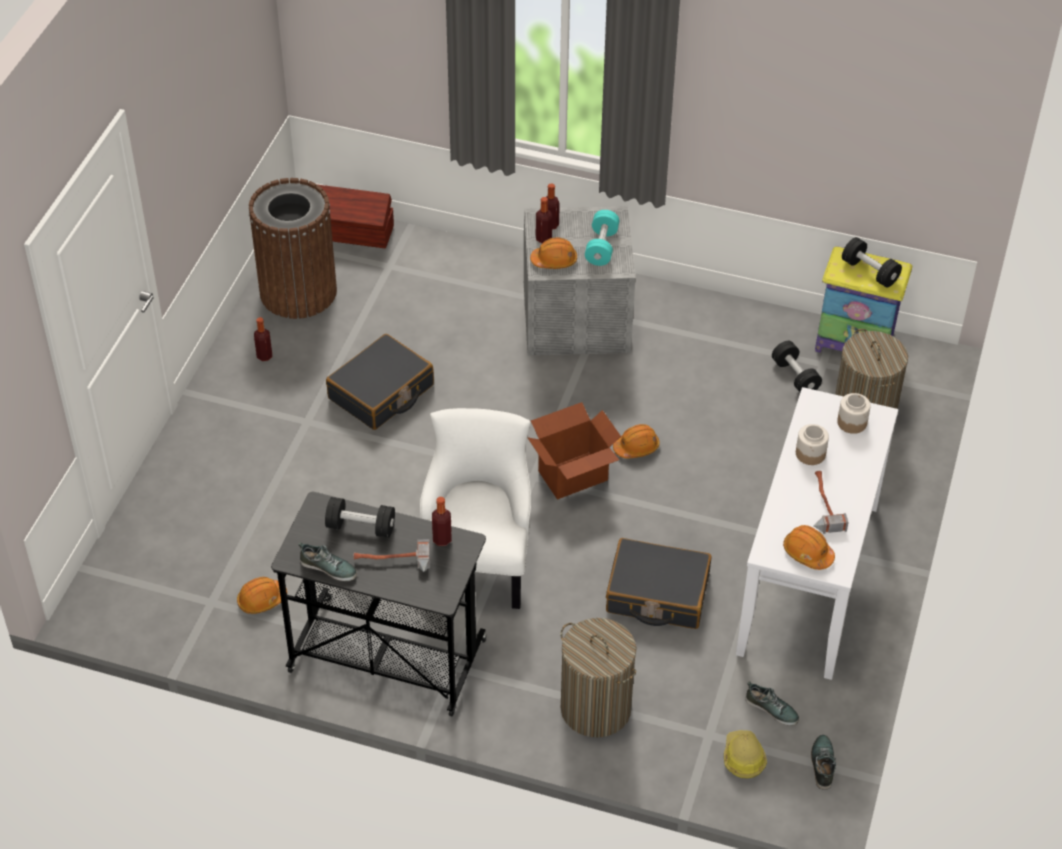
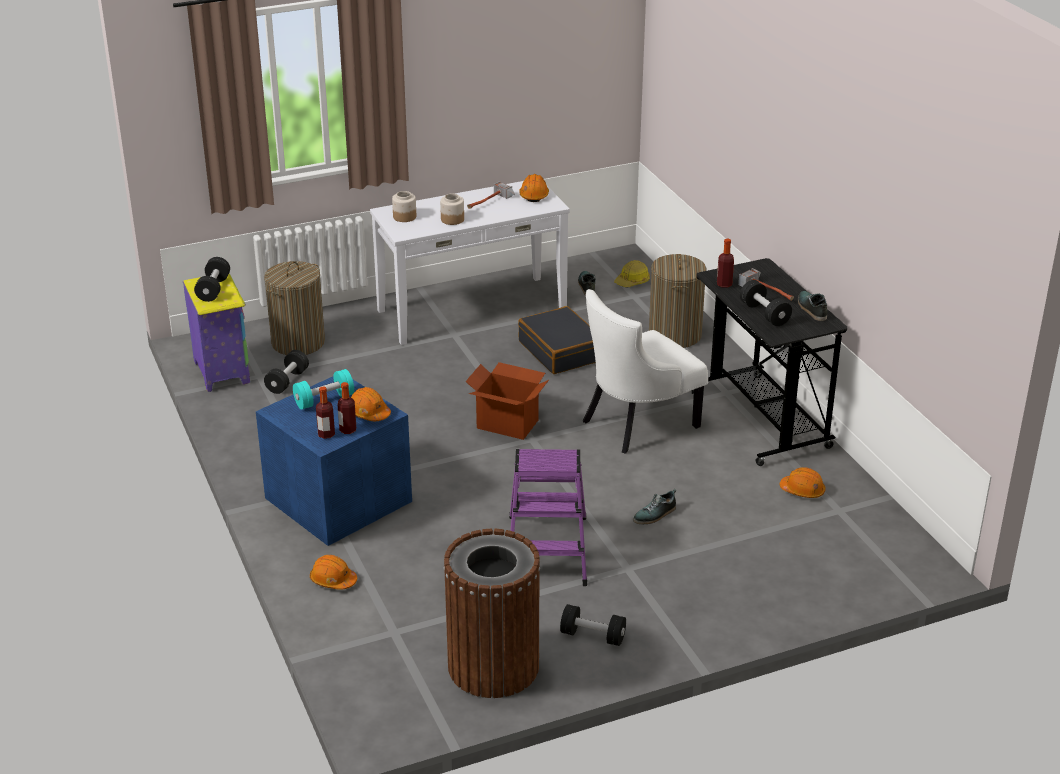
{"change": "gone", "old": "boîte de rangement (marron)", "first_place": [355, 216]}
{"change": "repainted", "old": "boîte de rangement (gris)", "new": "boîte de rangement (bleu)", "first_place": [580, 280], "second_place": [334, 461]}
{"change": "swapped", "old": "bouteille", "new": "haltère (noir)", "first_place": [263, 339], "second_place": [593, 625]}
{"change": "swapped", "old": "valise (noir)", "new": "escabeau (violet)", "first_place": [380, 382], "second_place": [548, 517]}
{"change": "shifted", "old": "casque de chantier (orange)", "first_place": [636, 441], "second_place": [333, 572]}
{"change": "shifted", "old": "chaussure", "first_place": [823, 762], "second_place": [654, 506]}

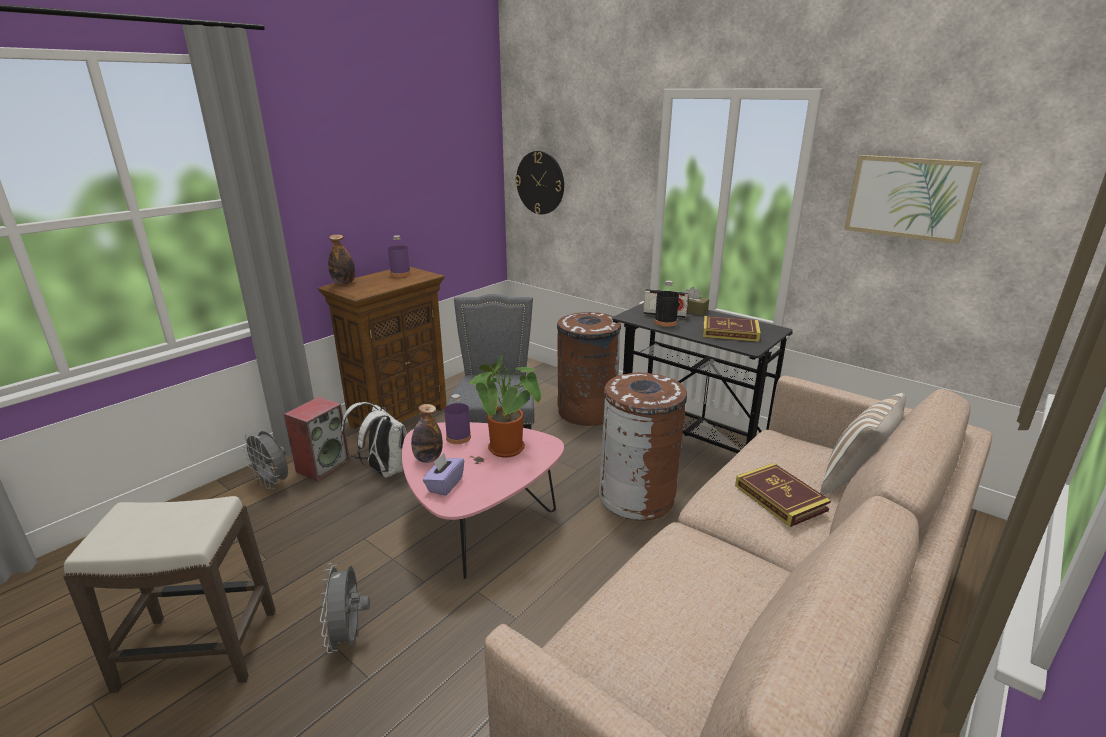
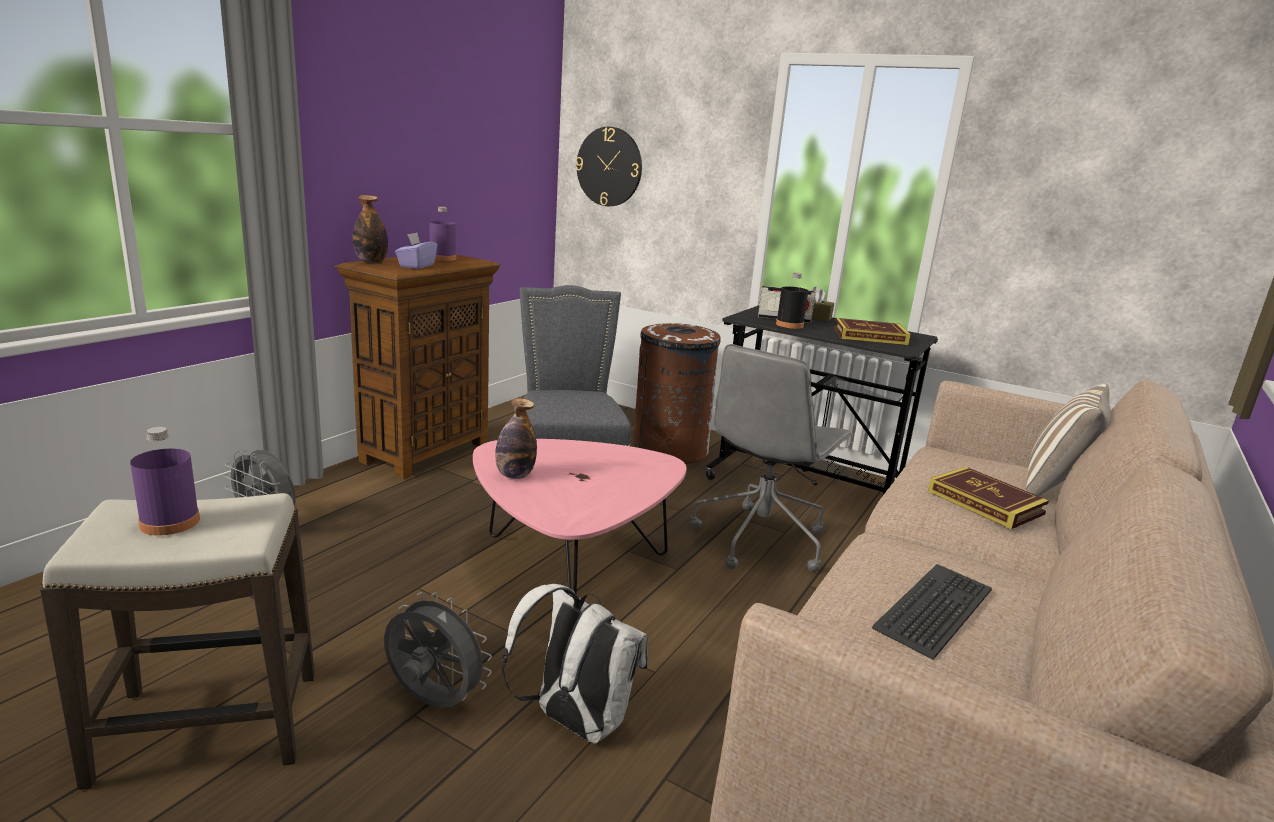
{"change": "gone", "old": "tableau", "first_place": [913, 199]}
{"change": "gone", "old": "plante en pot", "first_place": [504, 406]}
{"change": "swapped", "old": "poubelle (marron)", "new": "chaise de bureau (gris)", "first_place": [643, 447], "second_place": [771, 458]}
{"change": "shifted", "old": "bouteille (violet)", "first_place": [457, 419], "second_place": [165, 481]}
{"change": "gone", "old": "enceinte", "first_place": [317, 439]}
{"change": "shifted", "old": "sac à dos (blanc)", "first_place": [374, 440], "second_place": [575, 664]}
{"change": "shifted", "old": "boîte à mouchoirs (violet)", "first_place": [443, 474], "second_place": [416, 250]}
{"change": "rotated", "old": "ventilateur (gris)", "first_place": [345, 608], "second_place": [438, 650], "degrees": 135}
{"change": "new", "new": "clavier", "second_place": [932, 612]}

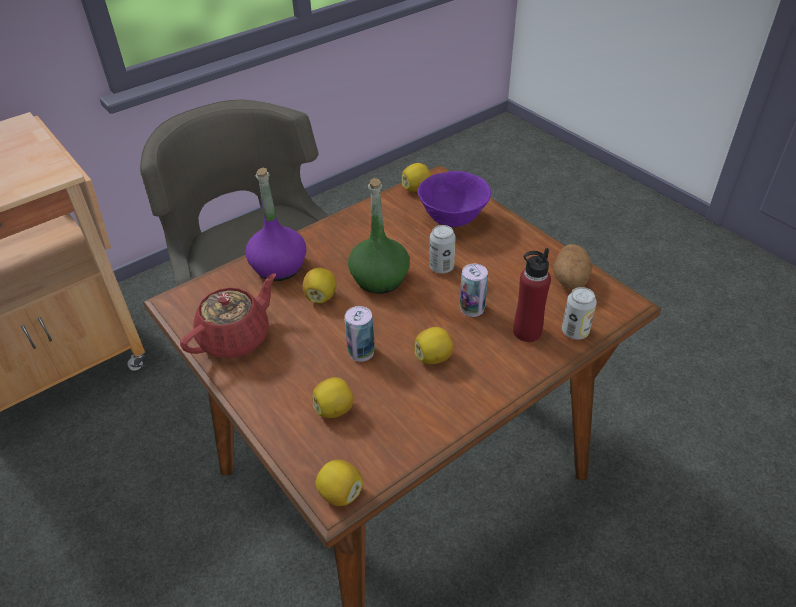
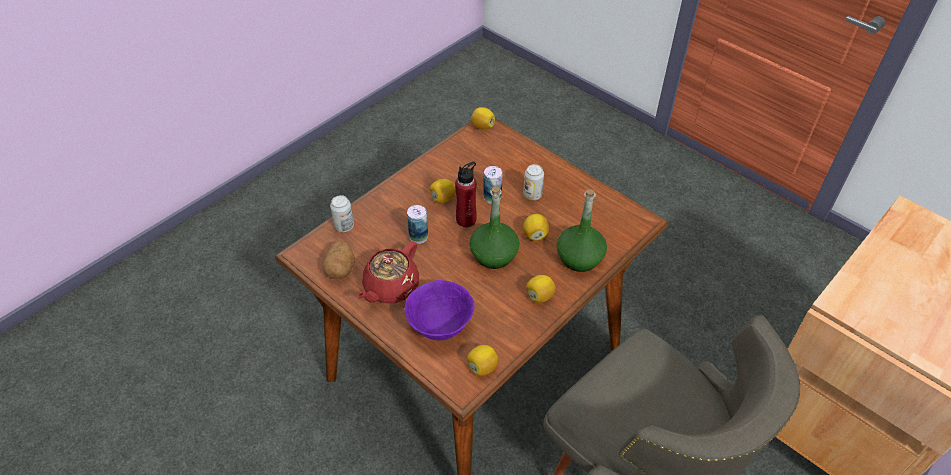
{"change": "repainted", "old": "bouteille (violet)", "new": "bouteille (vert)", "first_place": [276, 224], "second_place": [582, 230]}
{"change": "shifted", "old": "boîte métallique", "first_place": [442, 249], "second_place": [533, 182]}
{"change": "shifted", "old": "bouteille (rouge)", "first_place": [532, 295], "second_place": [466, 194]}
{"change": "shifted", "old": "théière (rouge)", "first_place": [228, 315], "second_place": [388, 272]}
{"change": "shifted", "old": "citron", "first_place": [333, 397], "second_place": [541, 289]}

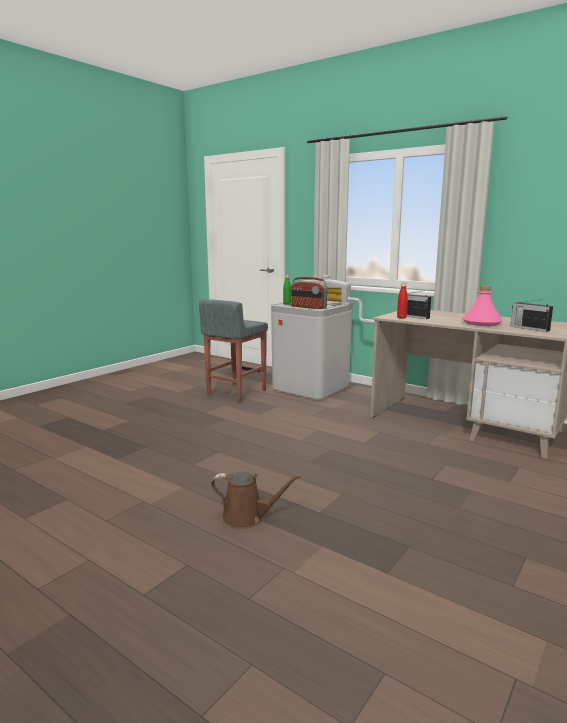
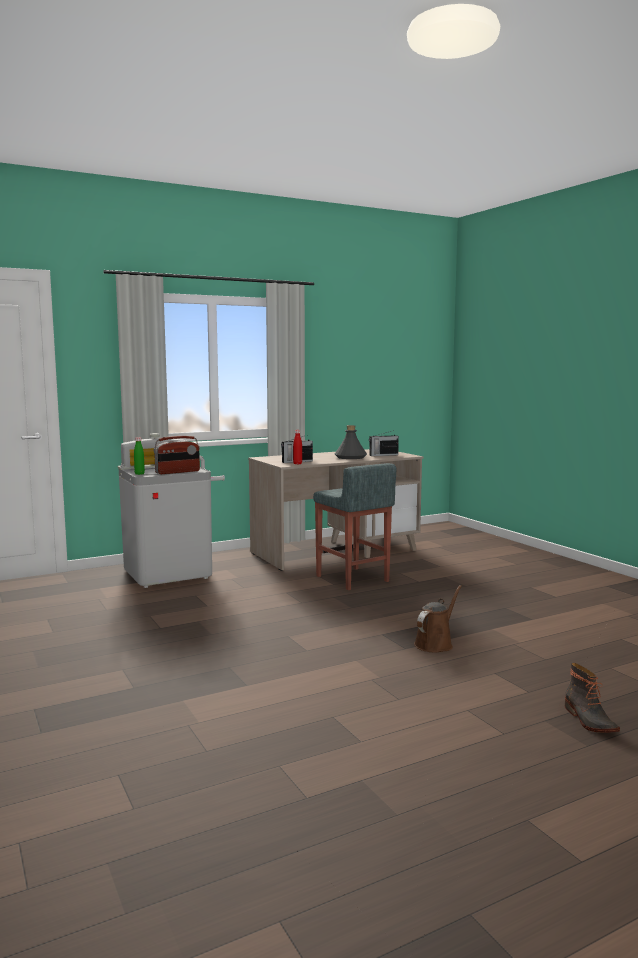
{"change": "repainted", "old": "bouteille (rose)", "new": "bouteille (gris)", "first_place": [482, 306], "second_place": [351, 442]}
{"change": "shifted", "old": "tabouret (gris)", "first_place": [233, 351], "second_place": [354, 526]}
{"change": "new", "new": "botte", "second_place": [592, 698]}

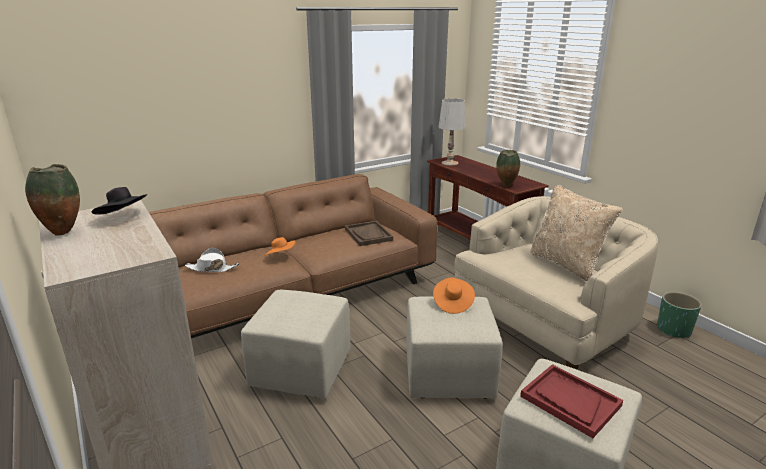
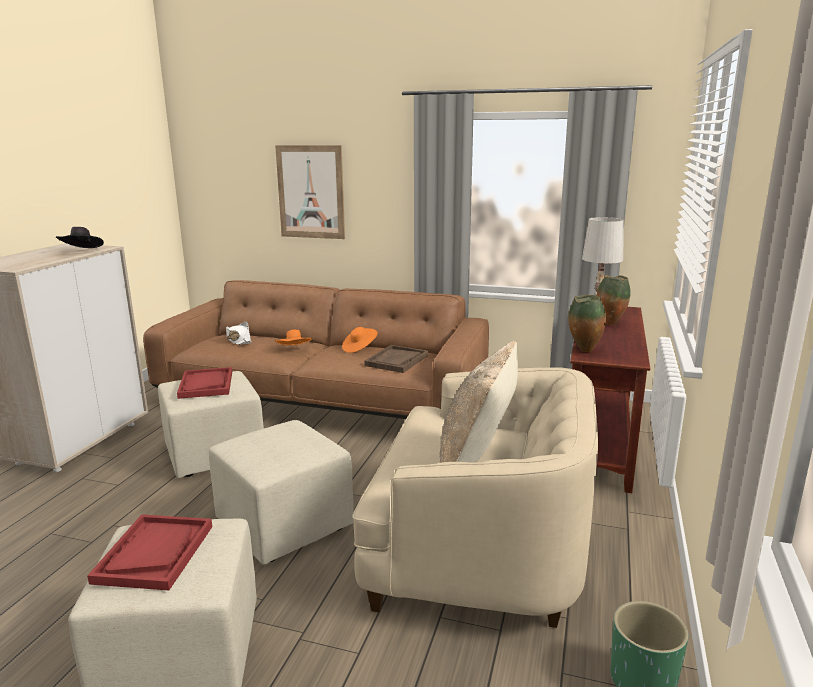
{"change": "shifted", "old": "vase", "first_place": [52, 200], "second_place": [614, 300]}
{"change": "shifted", "old": "chapeau (orange)", "first_place": [454, 296], "second_place": [360, 340]}
{"change": "new", "new": "tableau", "second_place": [310, 192]}
{"change": "new", "new": "plateau (rouge)", "second_place": [204, 383]}

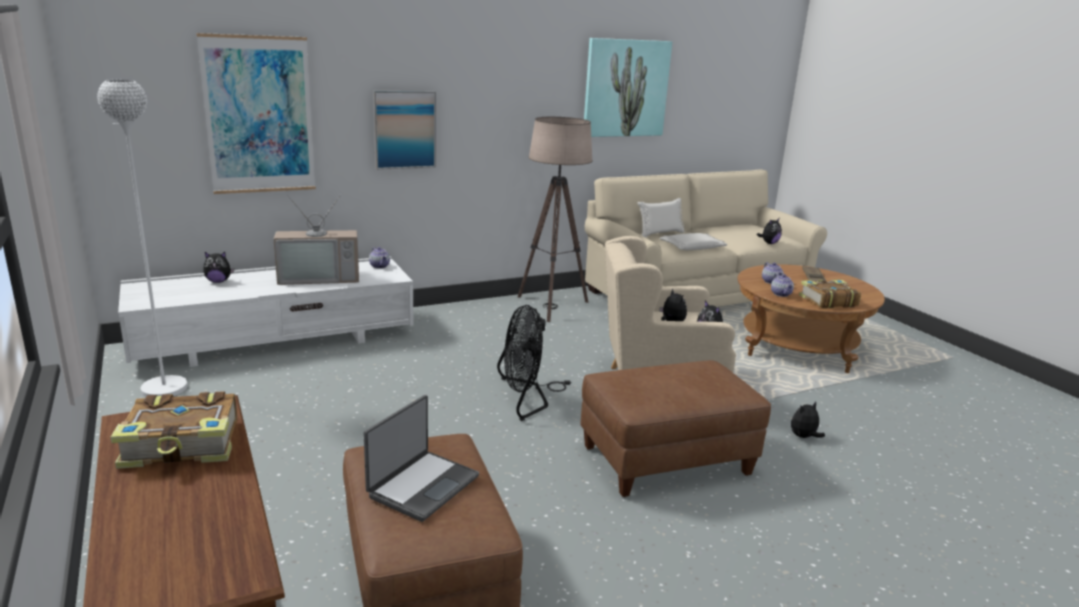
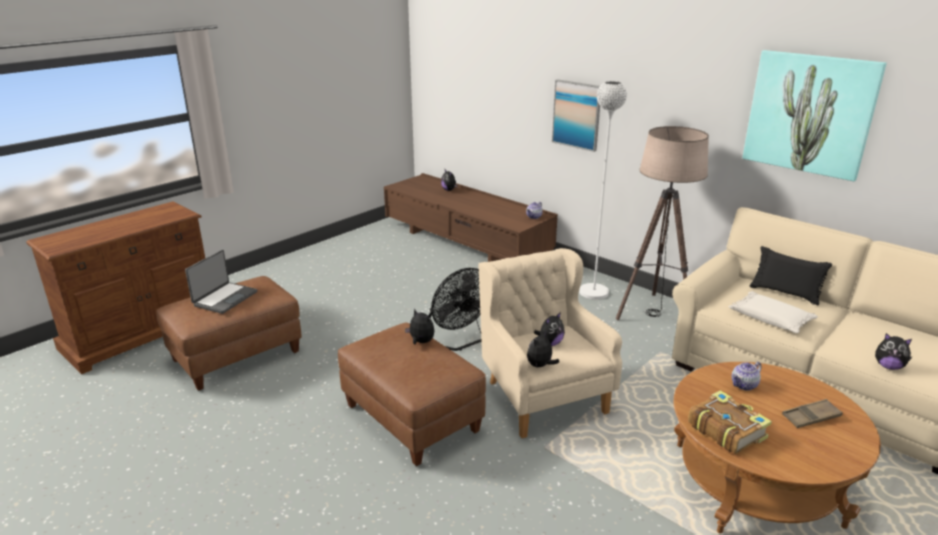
{"change": "gone", "old": "tableau", "first_place": [256, 113]}
{"change": "shifted", "old": "lampadaire (blanc)", "first_place": [142, 238], "second_place": [603, 190]}
{"change": "gone", "old": "téléviseur", "first_place": [316, 240]}
{"change": "repainted", "old": "coussin (blanc)", "new": "coussin (noir)", "first_place": [661, 218], "second_place": [791, 275]}
{"change": "repainted", "old": "meuble télé (blanc)", "new": "meuble télé (marron)", "first_place": [266, 311], "second_place": [471, 217]}
{"change": "gone", "old": "théière", "first_place": [782, 285]}
{"change": "gone", "old": "livre", "first_place": [174, 430]}
{"change": "rotated", "old": "ordinateur portable", "first_place": [421, 458], "second_place": [221, 282], "degrees": -75}
{"change": "shifted", "old": "peluche", "first_place": [808, 419], "second_place": [419, 326]}

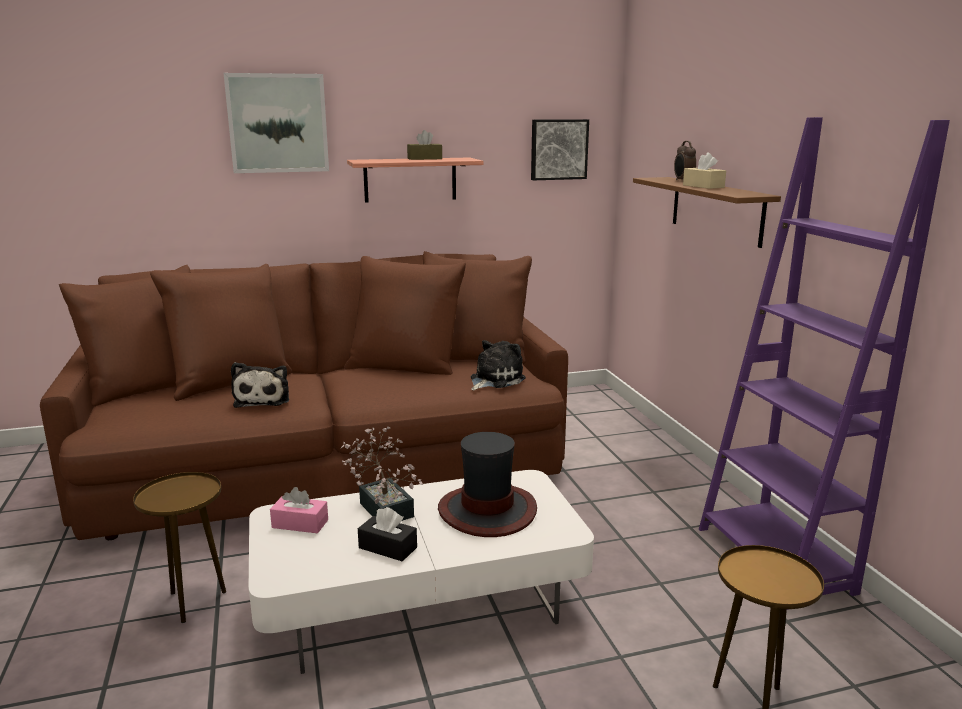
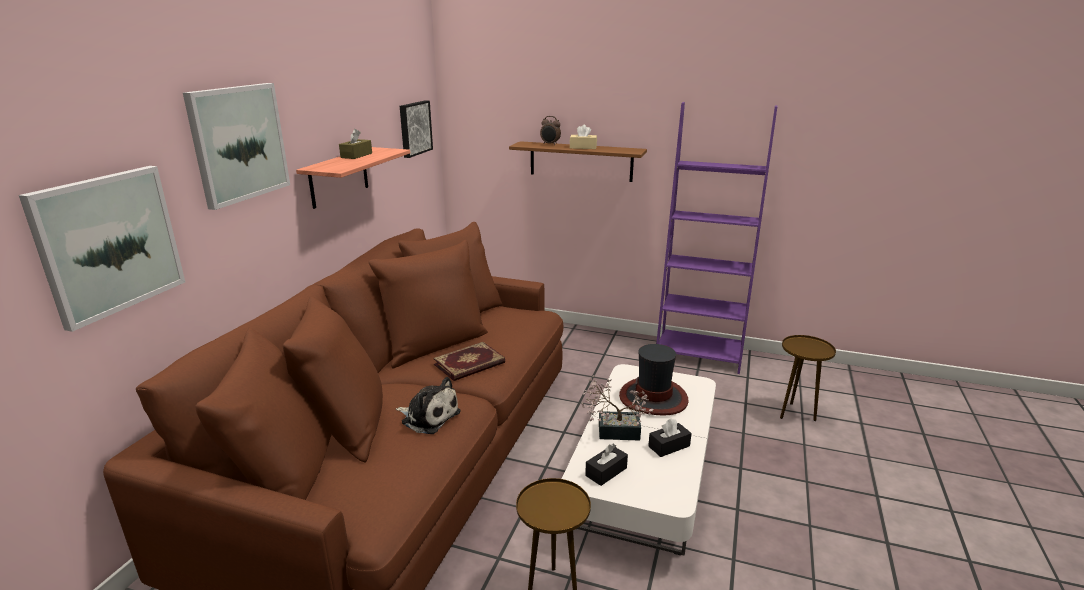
{"change": "gone", "old": "peluche", "first_place": [498, 365]}
{"change": "repainted", "old": "boîte à mouchoirs (rose)", "new": "boîte à mouchoirs (noir)", "first_place": [299, 510], "second_place": [606, 465]}
{"change": "new", "new": "tableau", "second_place": [102, 249]}
{"change": "new", "new": "livre", "second_place": [469, 361]}

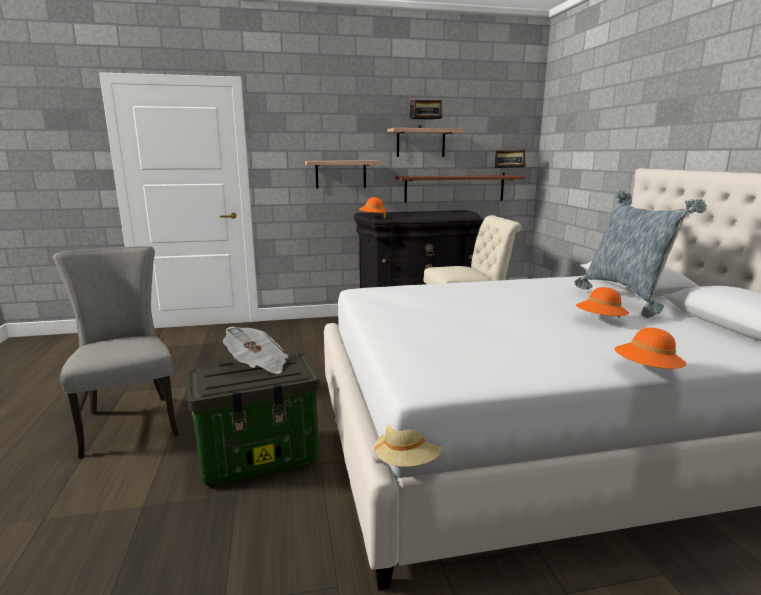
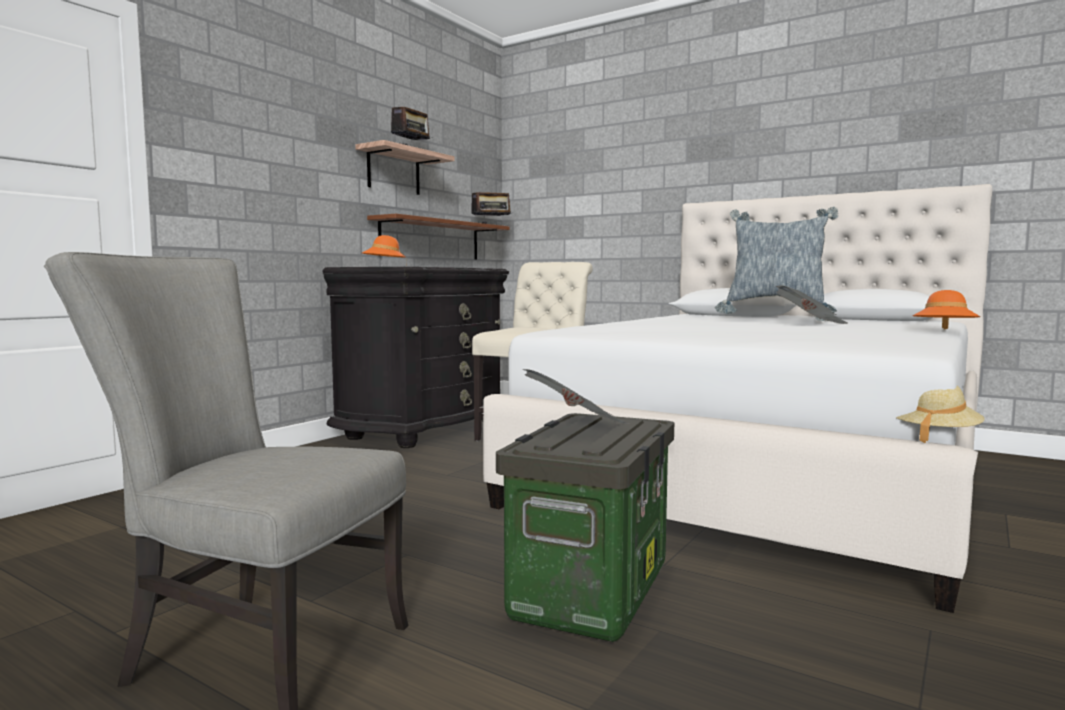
{"change": "gone", "old": "étagère", "first_place": [343, 174]}
{"change": "swapped", "old": "chapeau (orange)", "new": "journal", "first_place": [602, 302], "second_place": [812, 304]}

